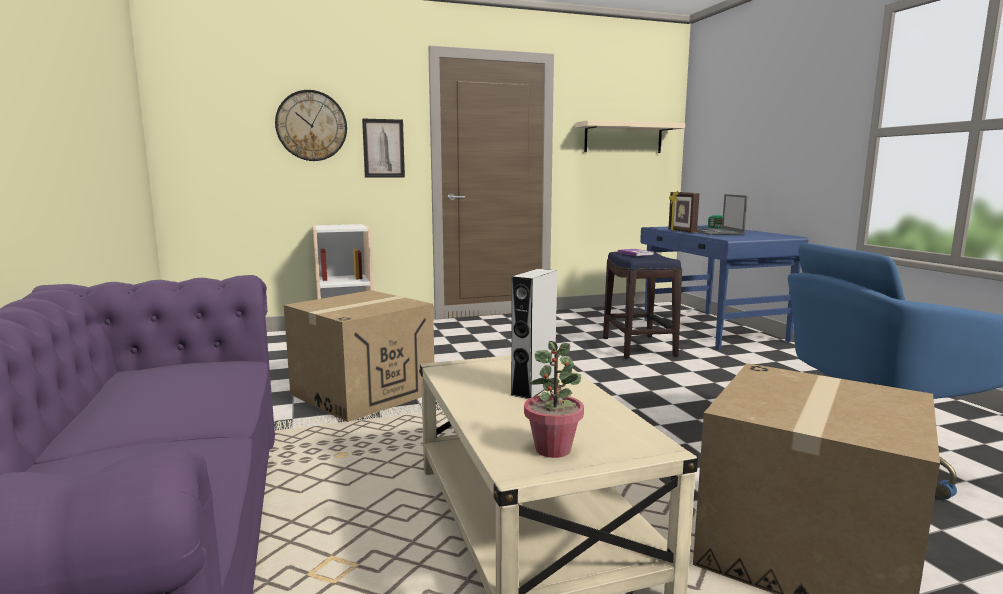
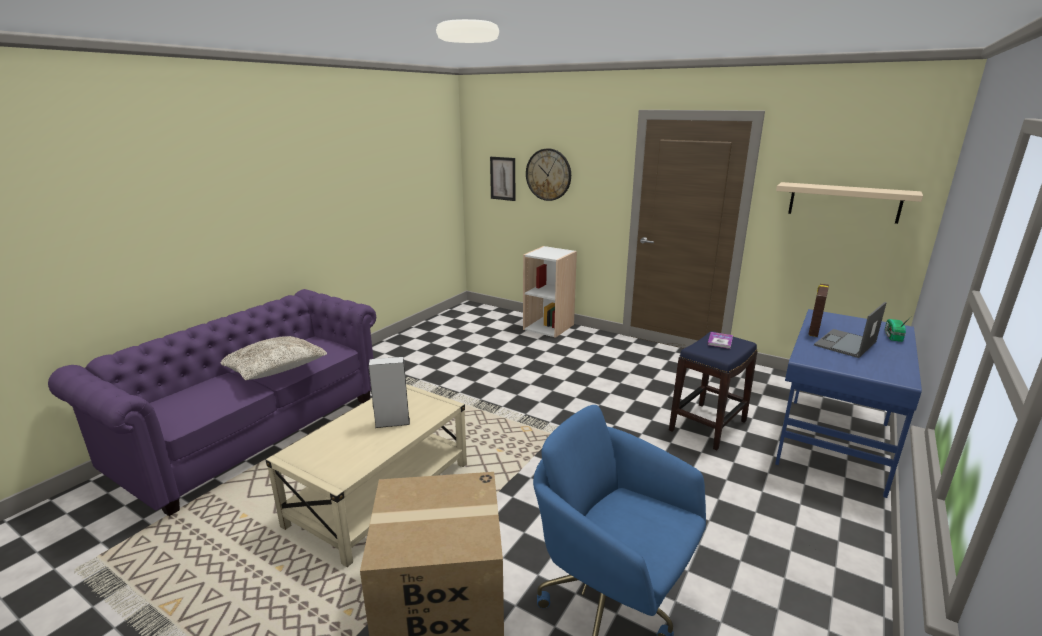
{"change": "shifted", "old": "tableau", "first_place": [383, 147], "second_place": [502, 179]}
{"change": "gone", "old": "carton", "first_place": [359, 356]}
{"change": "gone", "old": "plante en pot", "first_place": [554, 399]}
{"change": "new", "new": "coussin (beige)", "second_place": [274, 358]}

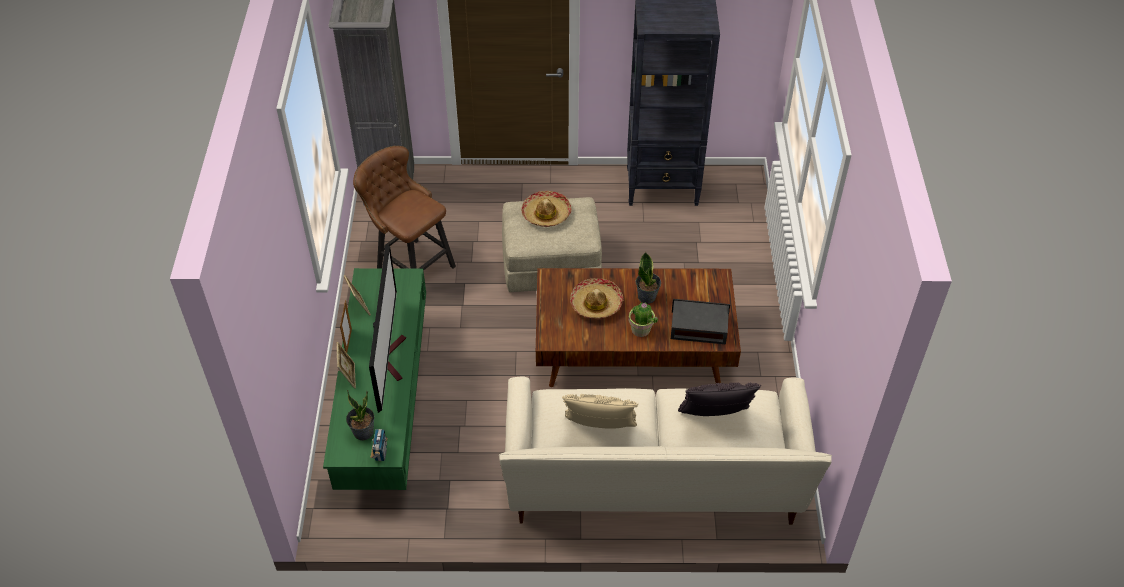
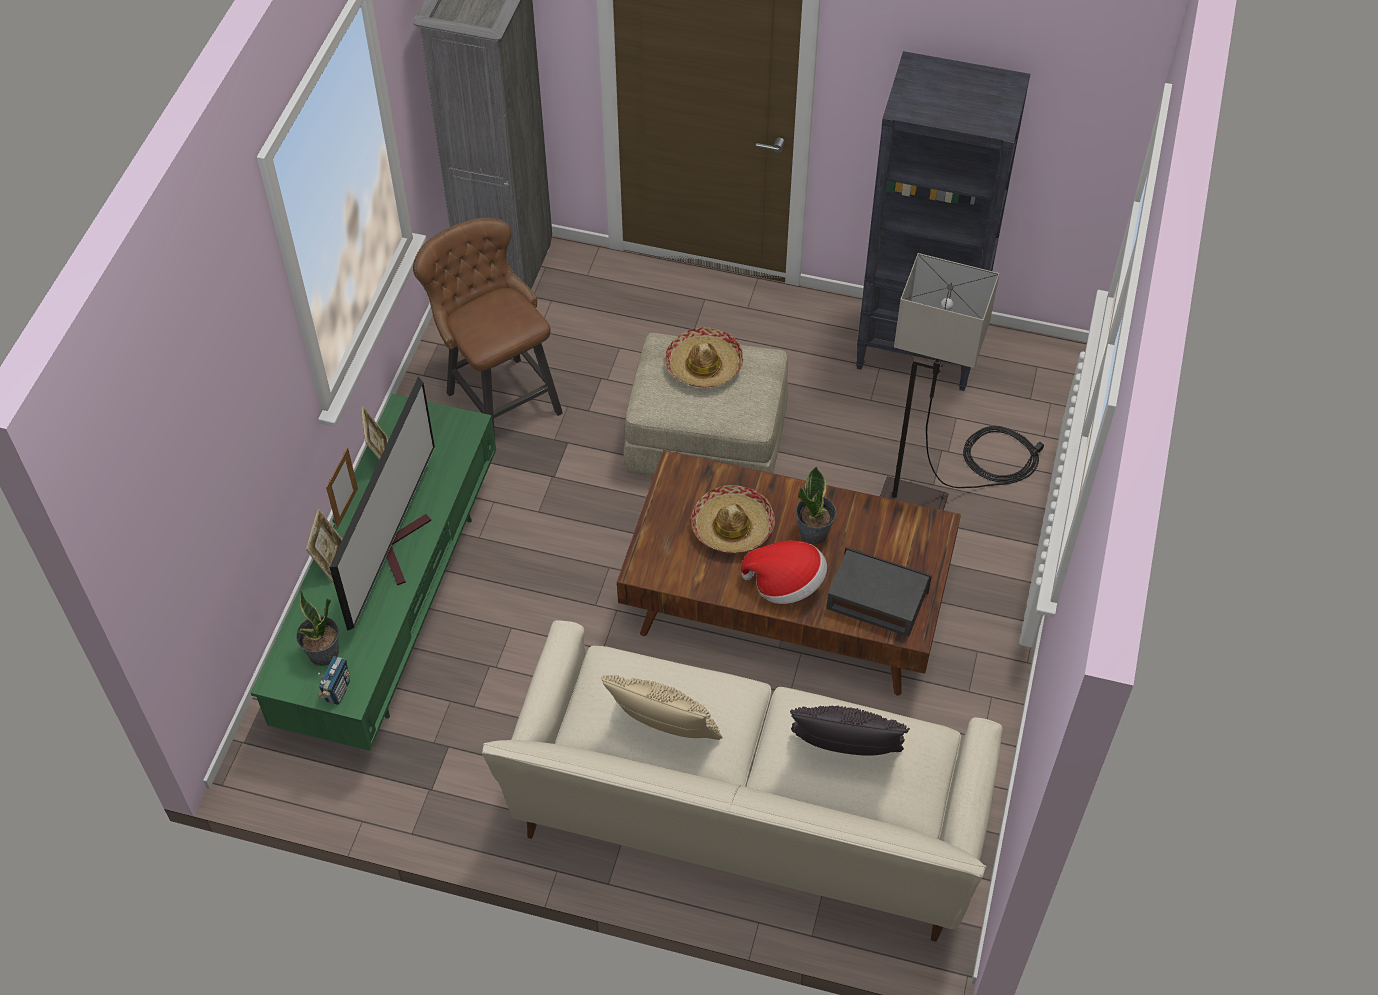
{"change": "swapped", "old": "plante en pot", "new": "chapeau", "first_place": [643, 320], "second_place": [784, 572]}
{"change": "new", "new": "lampadaire", "second_place": [962, 381]}

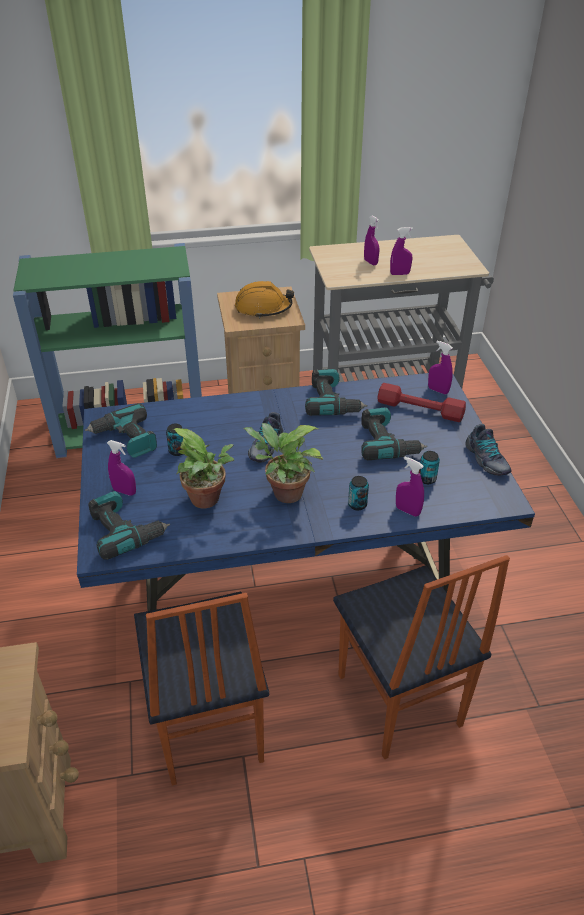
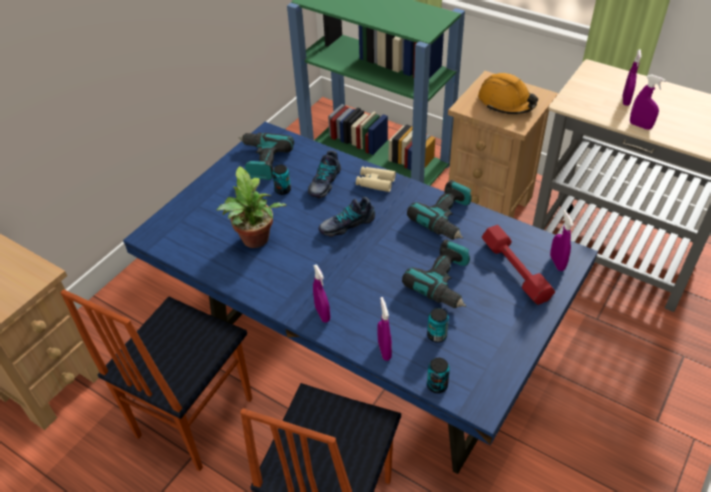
{"change": "gone", "old": "plante en pot", "first_place": [283, 463]}
{"change": "shifted", "old": "chaussure", "first_place": [488, 450], "second_place": [324, 174]}
{"change": "shifted", "old": "vaporisateur (violet)", "first_place": [121, 468], "second_place": [321, 293]}
{"change": "shifted", "old": "boîte métallique", "first_place": [358, 493], "second_place": [438, 375]}
{"change": "gone", "old": "perceuse", "first_place": [129, 525]}
{"change": "new", "new": "jumelles (beige)", "second_place": [376, 179]}

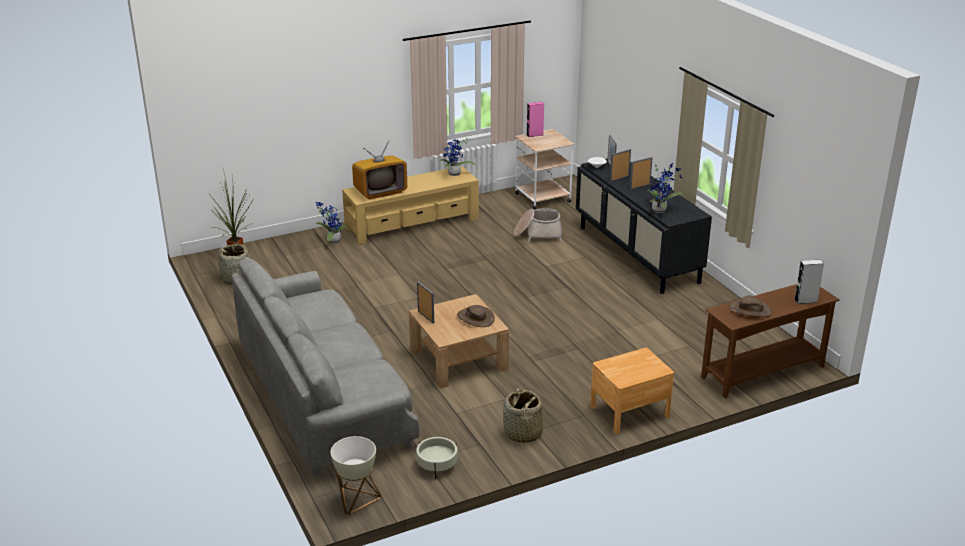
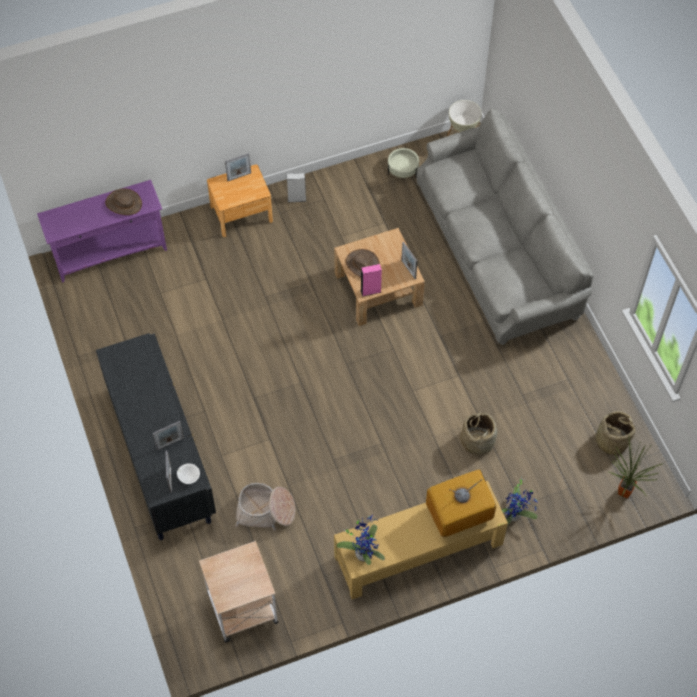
{"change": "shifted", "old": "enceinte (rose)", "first_place": [535, 119], "second_place": [371, 280]}
{"change": "shifted", "old": "cadre photo", "first_place": [641, 173], "second_place": [238, 167]}
{"change": "gone", "old": "plante en pot", "first_place": [665, 188]}
{"change": "shifted", "old": "enceinte (gris)", "first_place": [809, 281], "second_place": [296, 187]}
{"change": "repainted", "old": "table console (marron)", "new": "table console (violet)", "first_place": [770, 341], "second_place": [102, 231]}
{"change": "shifted", "old": "panier", "first_place": [523, 416], "second_place": [478, 433]}

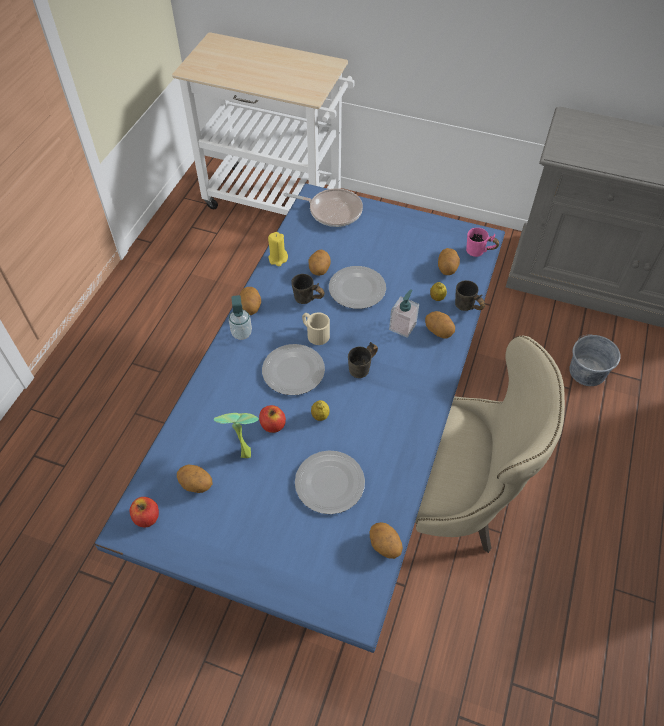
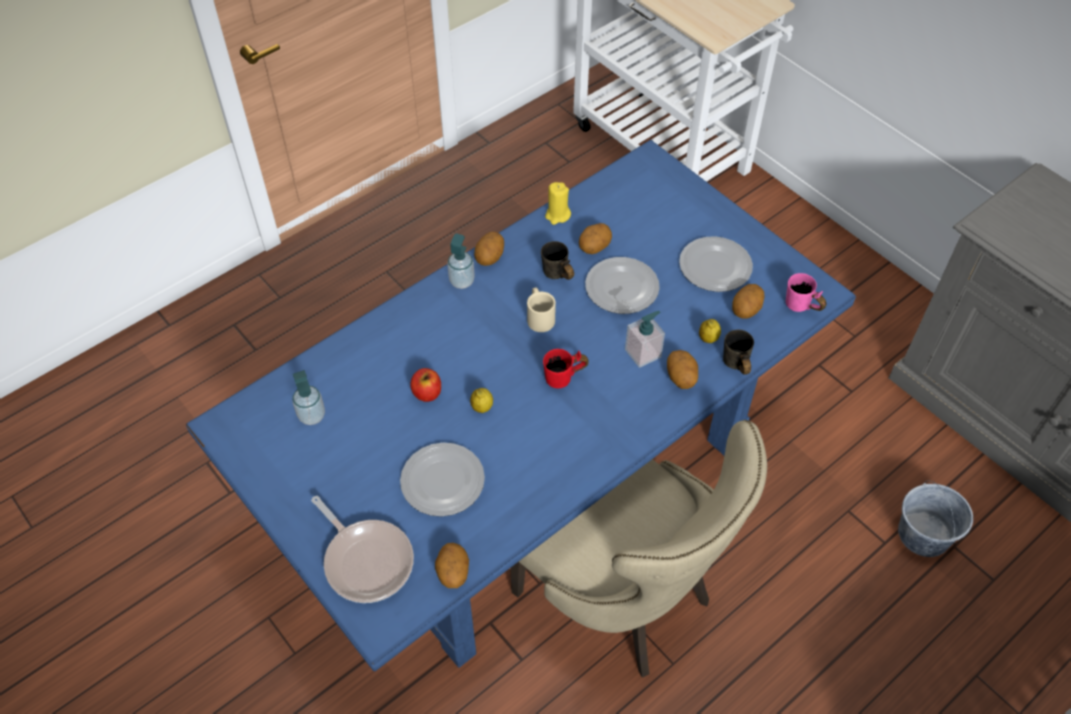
{"change": "shifted", "old": "poêle", "first_place": [323, 207], "second_place": [362, 549]}
{"change": "repainted", "old": "mug (gris)", "new": "mug (rouge)", "first_place": [363, 360], "second_place": [566, 368]}
{"change": "shifted", "old": "assiette", "first_place": [293, 369], "second_place": [716, 264]}
{"change": "gone", "old": "plante en pot", "first_place": [236, 435]}
{"change": "swapped", "old": "pomme de terre", "new": "distributeur de savon", "first_place": [195, 478], "second_place": [308, 397]}
{"change": "gone", "old": "pomme", "first_place": [144, 512]}

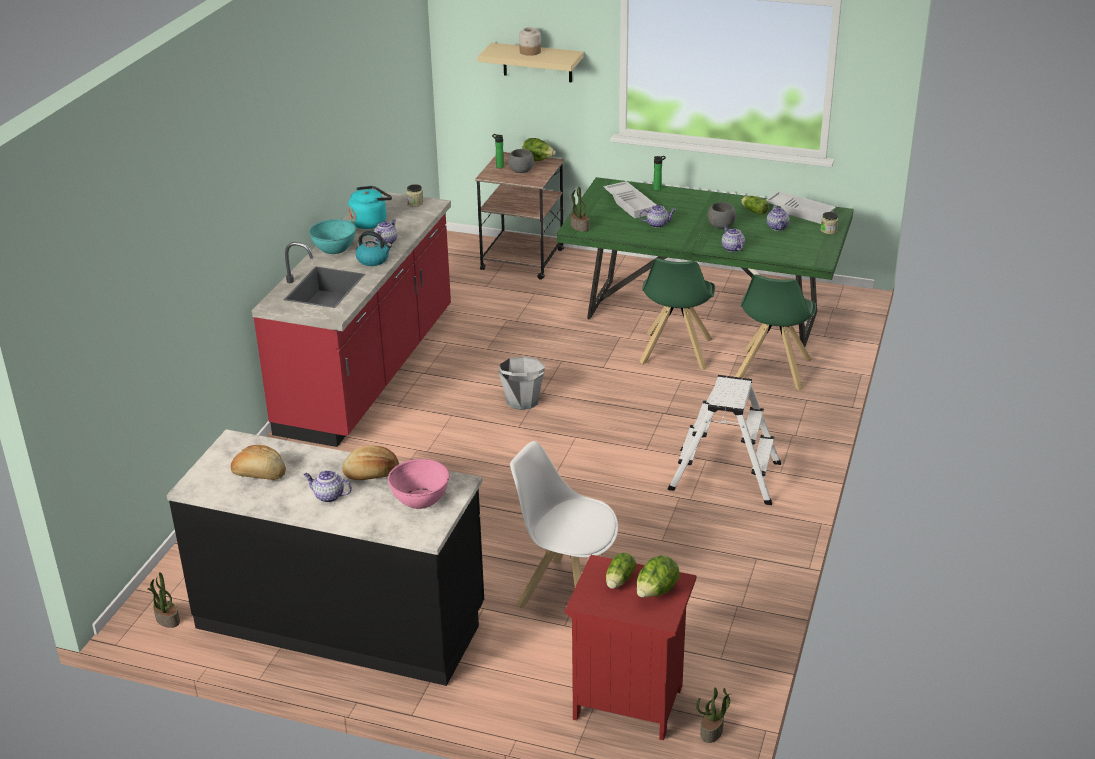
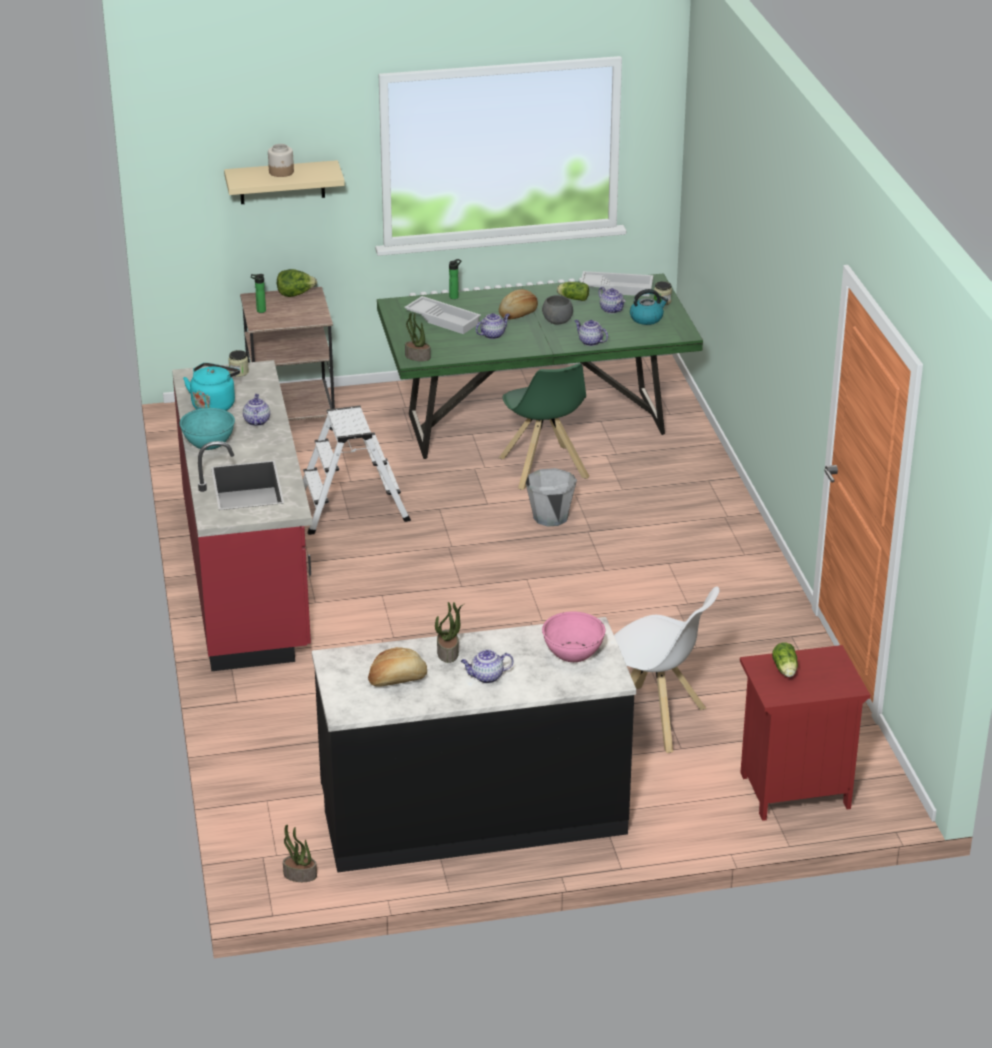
{"change": "gone", "old": "bol (gris)", "first_place": [521, 161]}
{"change": "shifted", "old": "bouilloire", "first_place": [374, 248], "second_place": [649, 307]}
{"change": "gone", "old": "chaise (vert)", "first_place": [775, 332]}
{"change": "shifted", "old": "seau (gris)", "first_place": [522, 383], "second_place": [551, 497]}
{"change": "shifted", "old": "escabeau (blanc)", "first_place": [724, 440], "second_place": [357, 470]}
{"change": "rotated", "old": "chaise (blanc)", "first_place": [564, 524], "second_place": [667, 669], "degrees": -150}
{"change": "shifted", "old": "pain", "first_place": [370, 463], "second_place": [518, 304]}
{"change": "gone", "old": "laitue", "first_place": [658, 576]}
{"change": "shifted", "old": "plante en pot", "first_place": [713, 715], "second_place": [449, 632]}

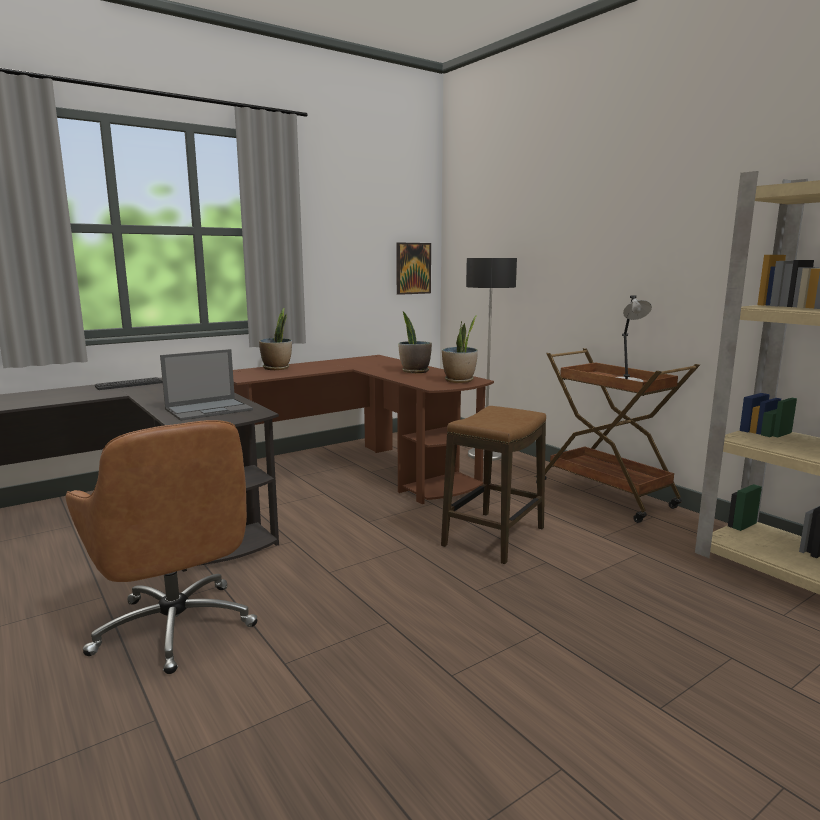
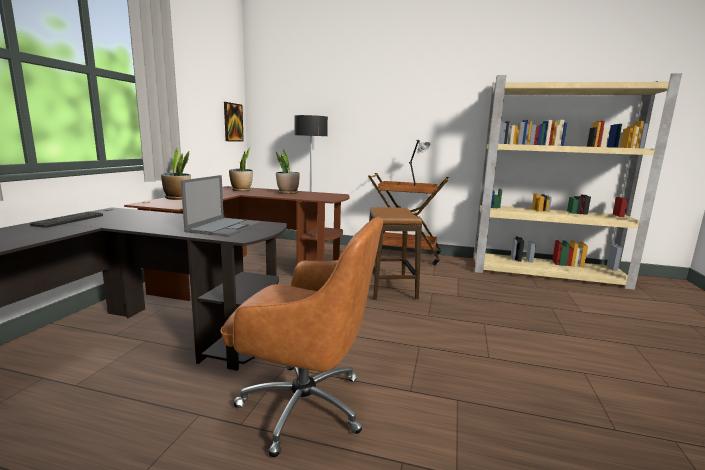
{"change": "shifted", "old": "plante en pot", "first_place": [460, 349], "second_place": [241, 169]}

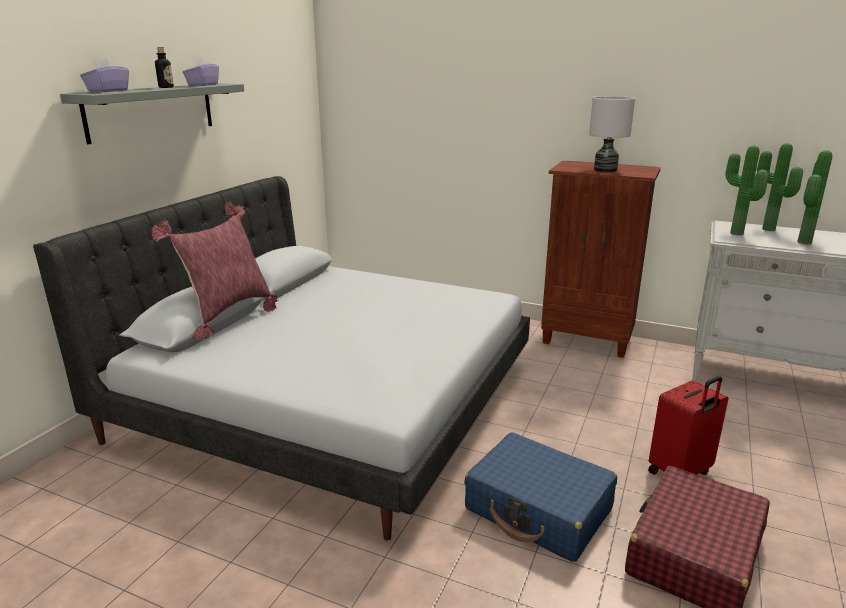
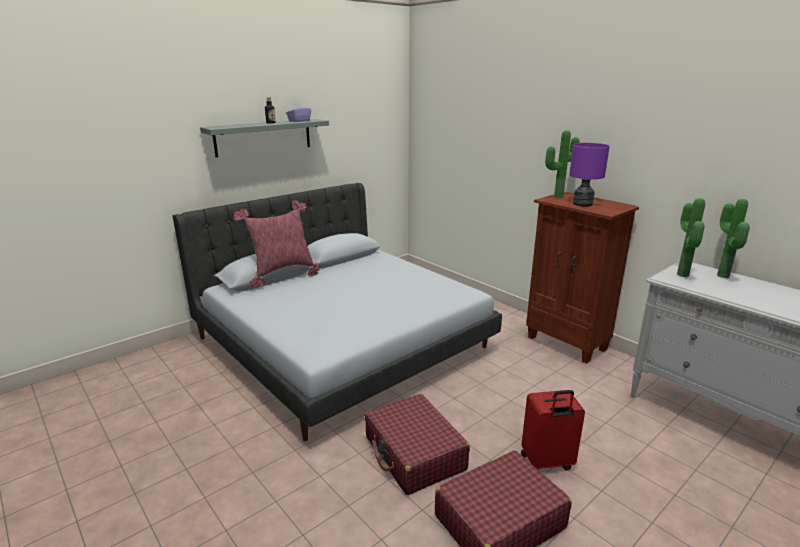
{"change": "gone", "old": "boîte à mouchoirs (violet)", "first_place": [104, 75]}
{"change": "repainted", "old": "lampe de table (gris)", "new": "lampe de table (violet)", "first_place": [612, 134], "second_place": [589, 175]}
{"change": "shifted", "old": "plante en pot", "first_place": [814, 197], "second_place": [562, 164]}
{"change": "repainted", "old": "valise (bleu)", "new": "valise (rouge)", "first_place": [540, 497], "second_place": [417, 444]}

